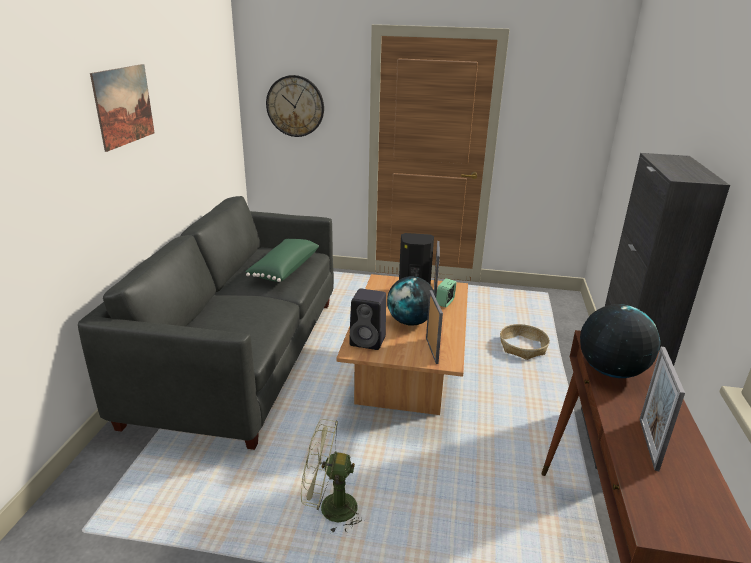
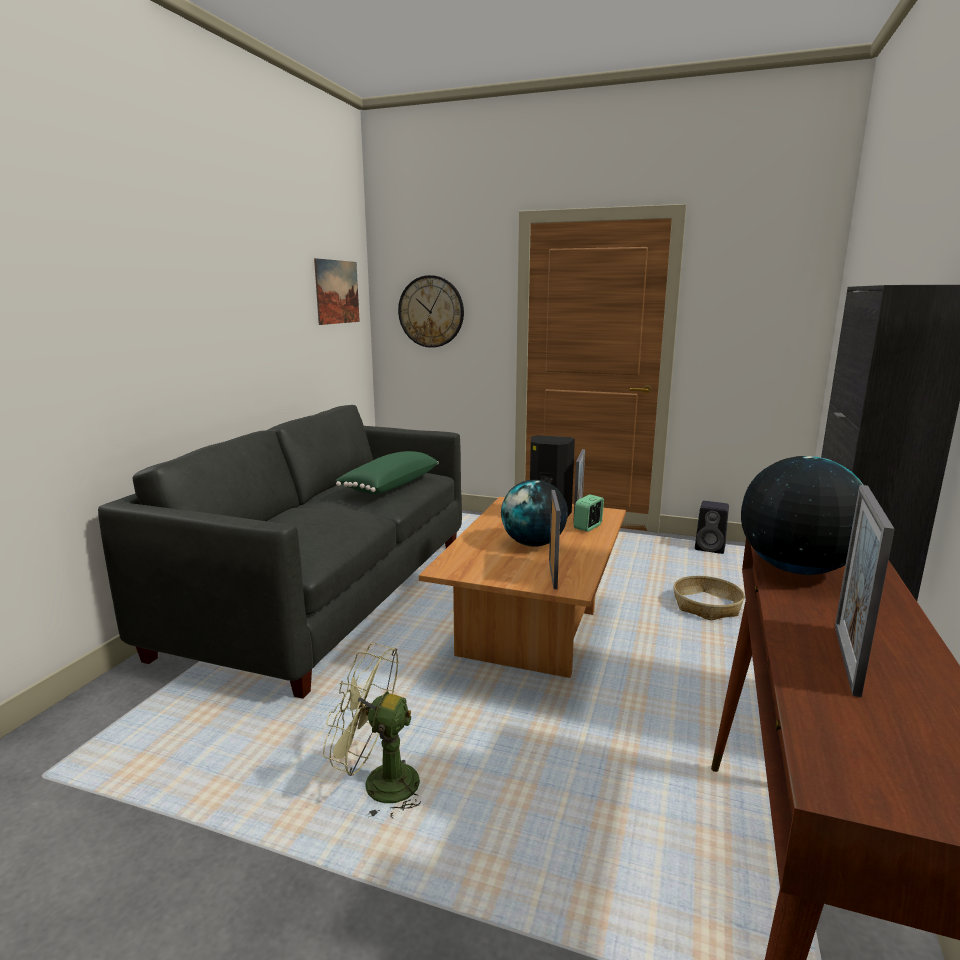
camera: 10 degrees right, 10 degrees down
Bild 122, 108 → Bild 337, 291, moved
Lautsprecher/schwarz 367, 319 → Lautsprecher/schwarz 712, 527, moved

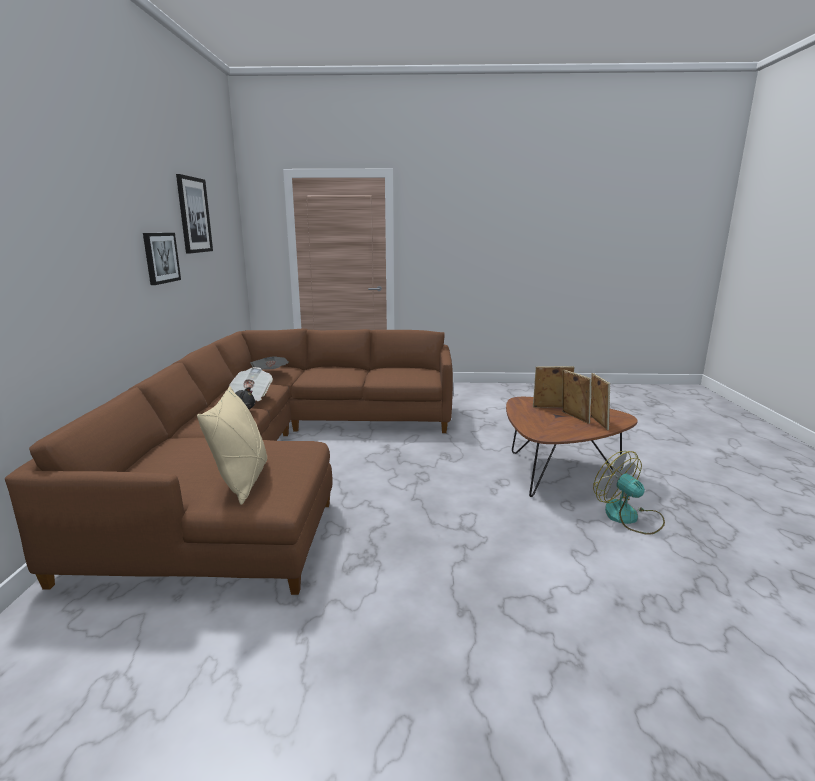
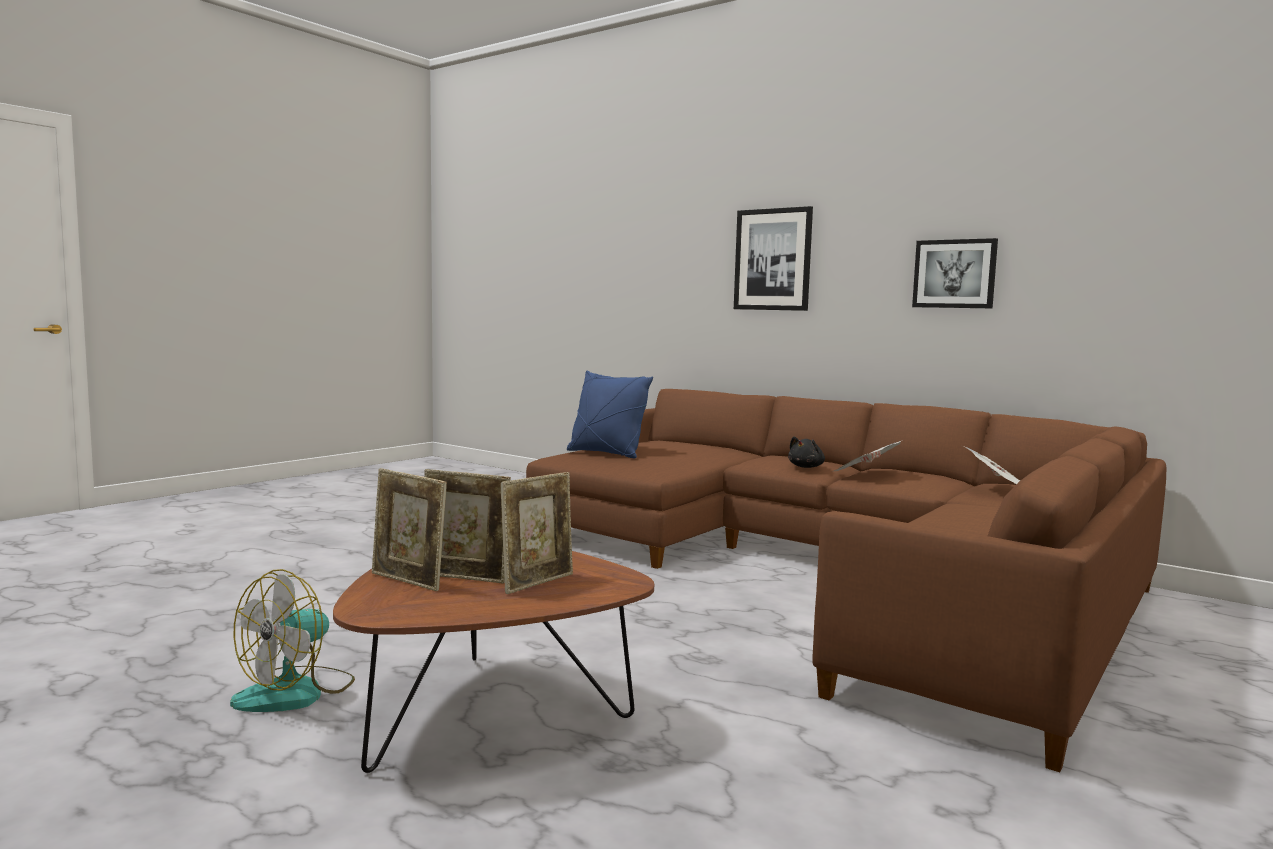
camera: 125 degrees right, 10 degrees down
Bild 194, 214 → Bild 773, 258, moved
Kissen/beige 232, 445 → Kissen/blau 610, 414
Ventilator 629, 493 → Ventilator 292, 640, 120 degrees clockwise

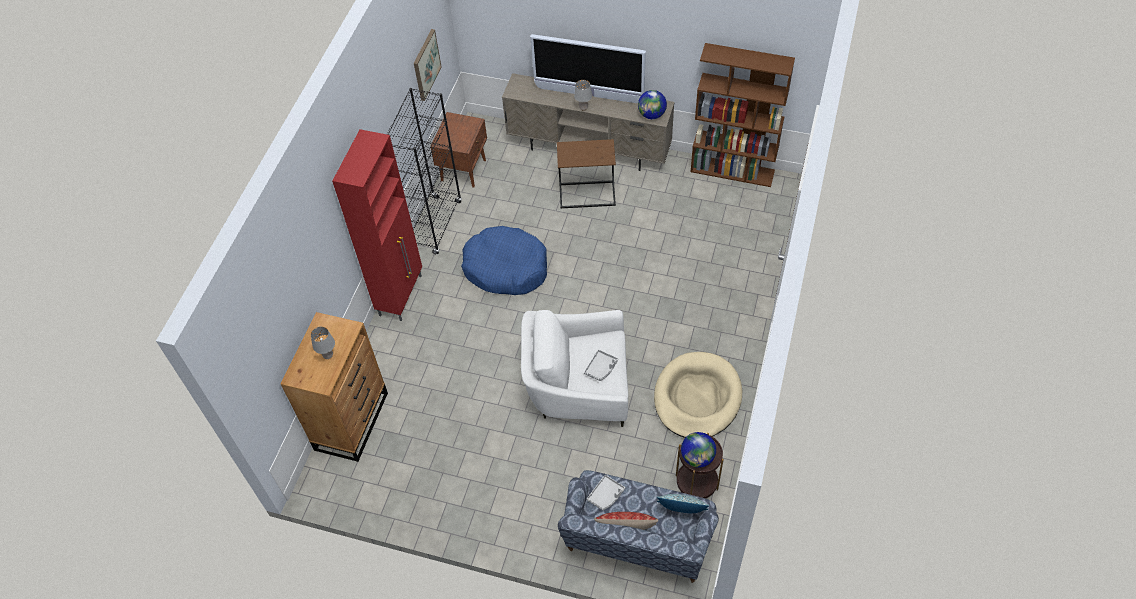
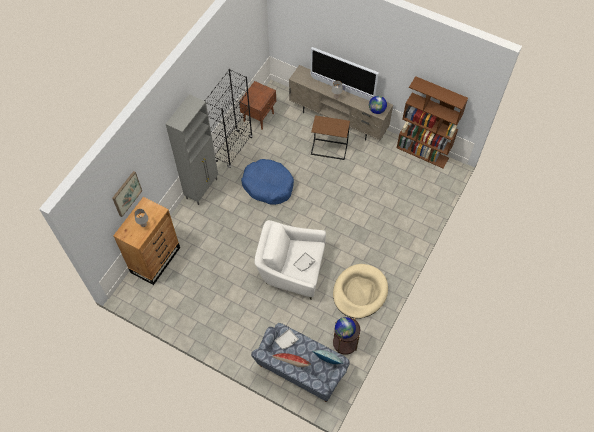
camera: 10 degrees right, 5 degrees up
Bild 428, 65 → Bild 127, 194, moved
Schrank/rot 377, 225 → Schrank/grau 192, 149

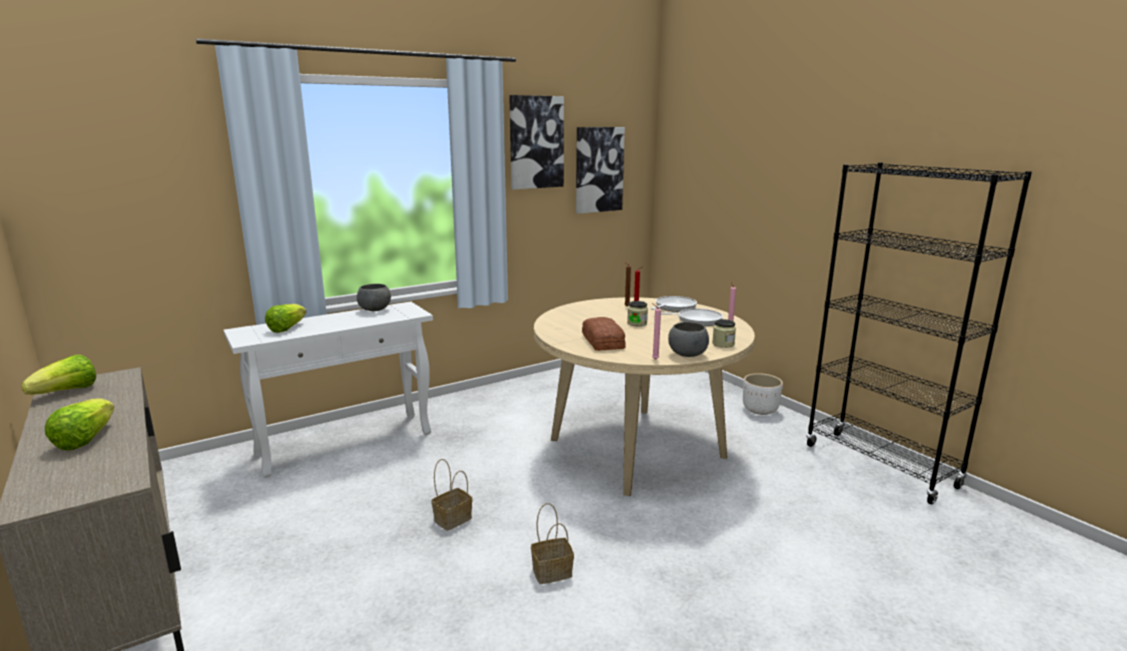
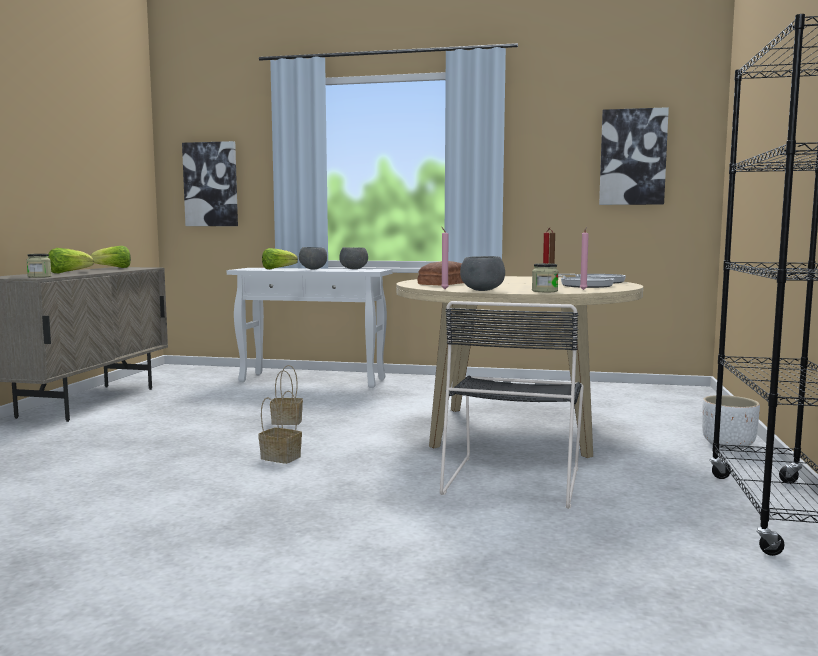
camera: 45 degrees right, 10 degrees down
- → Schüssel/grau 313, 258
- → Stuhl/schwarz 512, 405
Bild 536, 142 → Bild 210, 183, moved
Vorratsglas 637, 313 → Vorratsglas 39, 266, moved

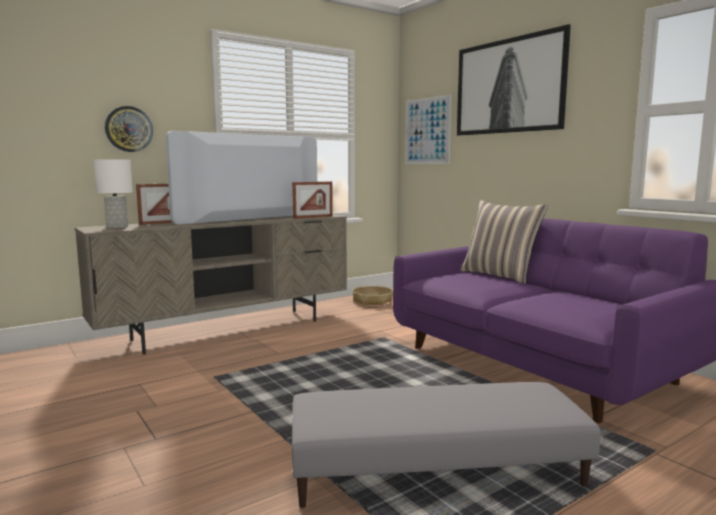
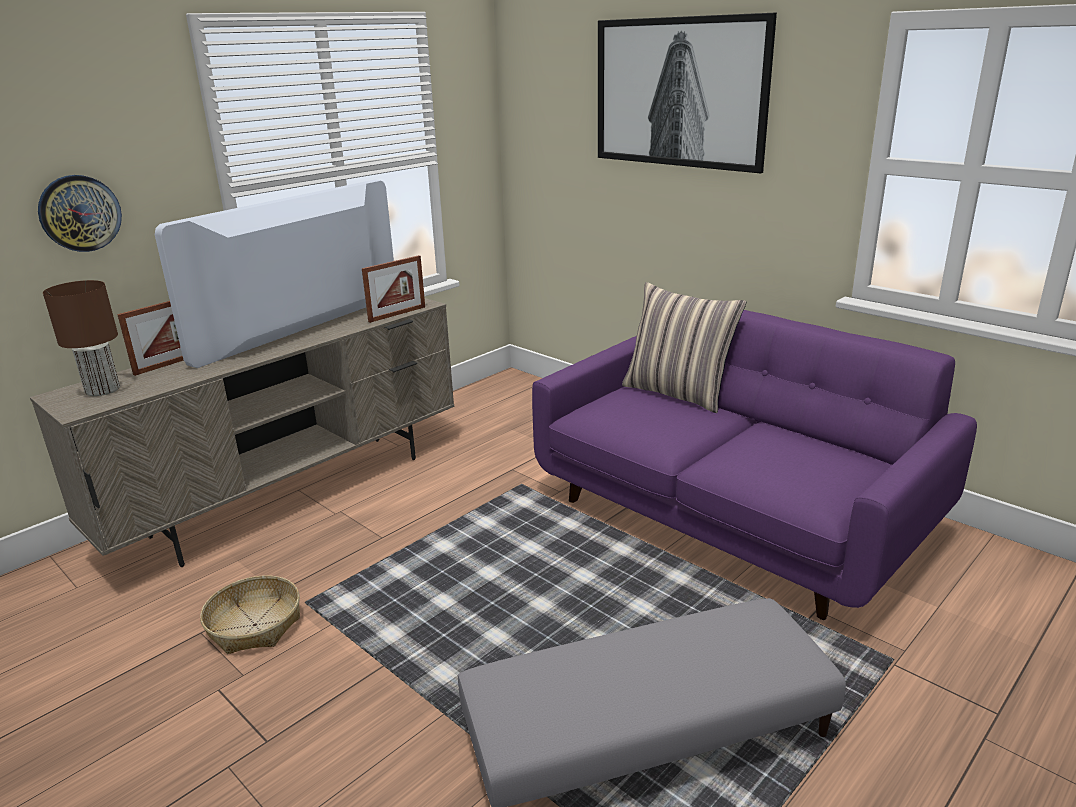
camera: 10 degrees left, 15 degrees up
Bild 428, 129 → -
Korb 372, 296 → Korb 250, 614, moved
Tischlampe/weiß 113, 193 → Tischlampe/braun 81, 338

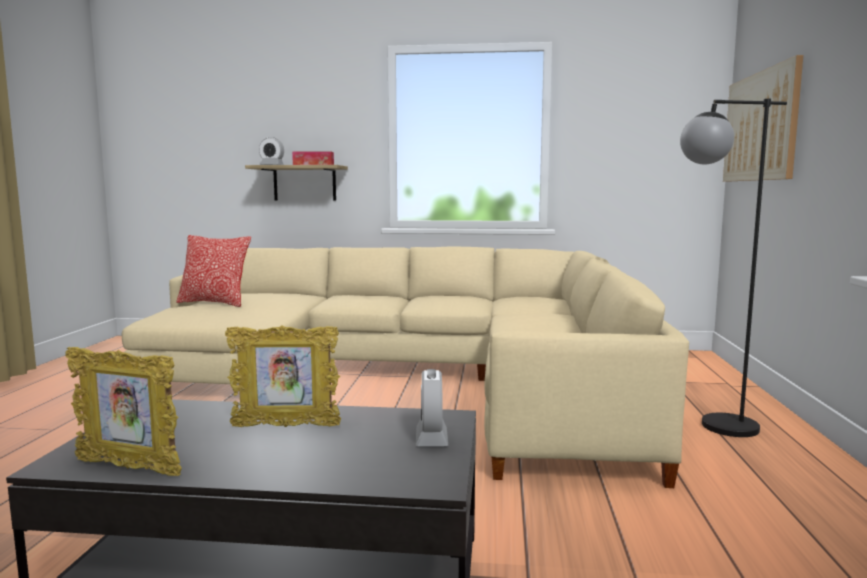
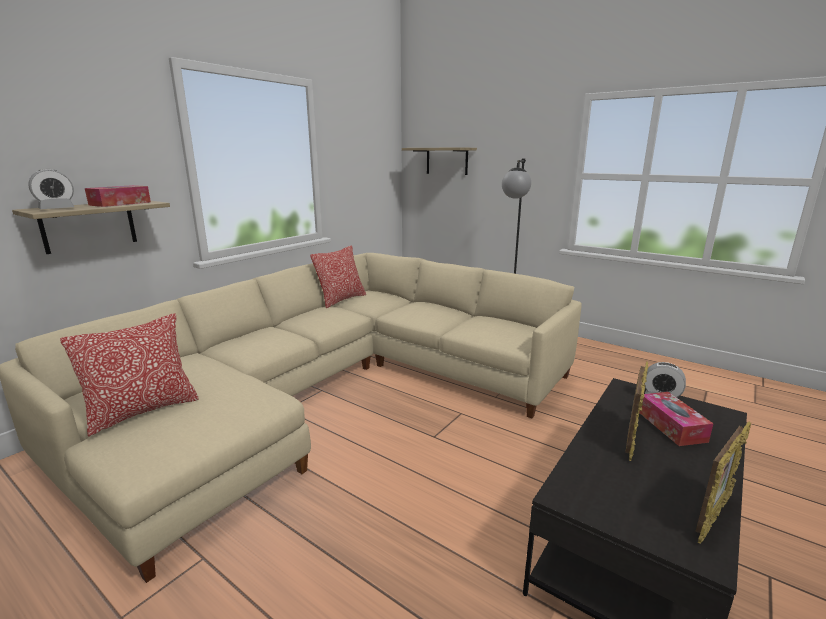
camera: 60 degrees left, 10 degrees up
- → Kissen 338, 276
- → Taschentuchbox 676, 419
Bild 763, 118 → Wandregal 439, 161

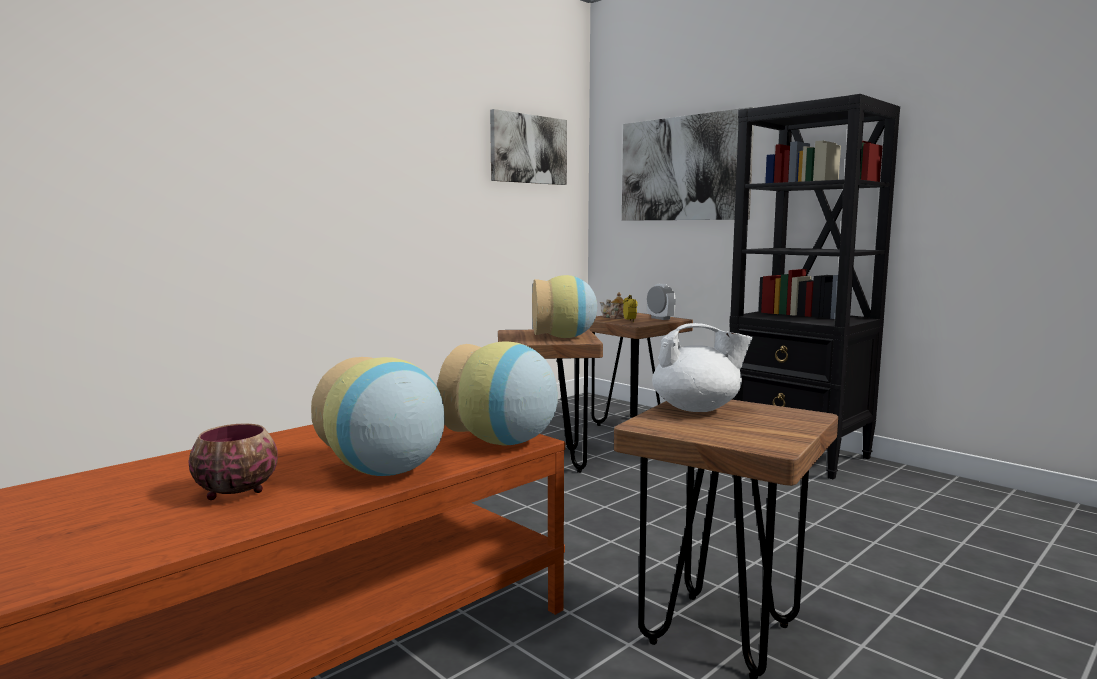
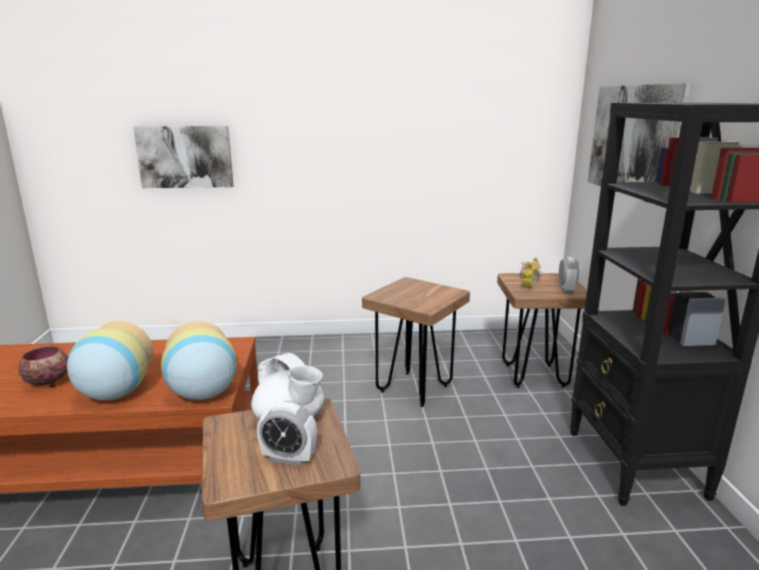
camera: 40 degrees right, 10 degrees up
Vase 564, 306 → -
- → Wecker 287, 433
Bild 528, 147 → Bild 183, 157, moved

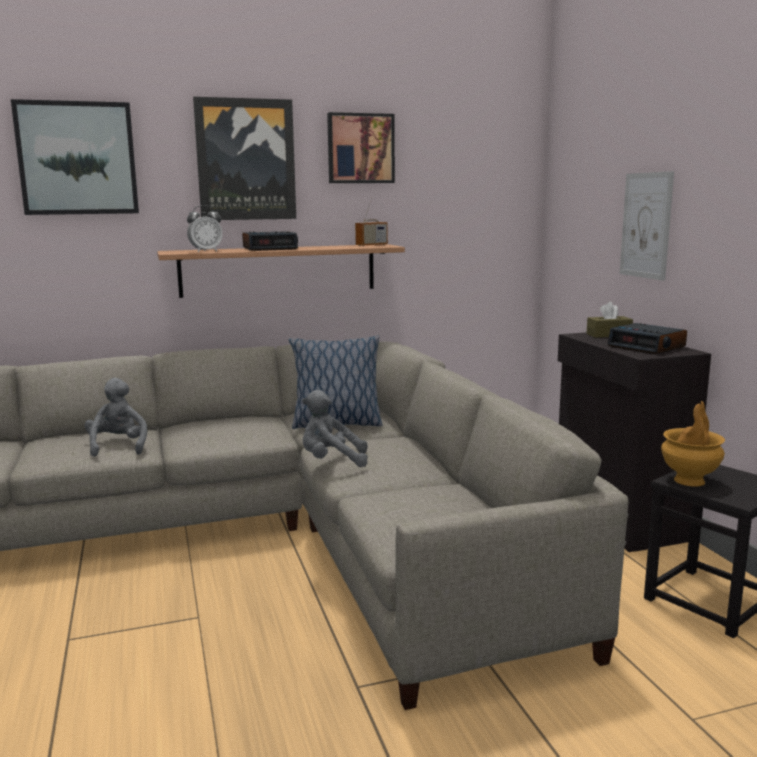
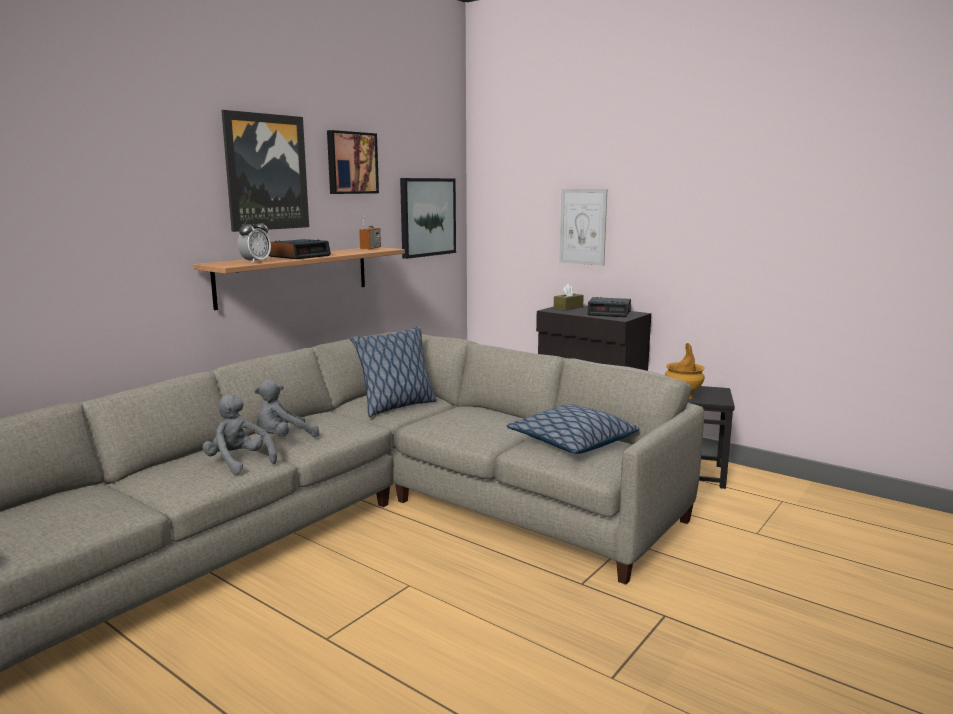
camera: 35 degrees left, 0 degrees up
- → Kissen 573, 429
Bild 75, 157 → Bild 428, 218, moved
Plüschtier/grau 335, 428 → Plüschtier/grau 286, 408, moved

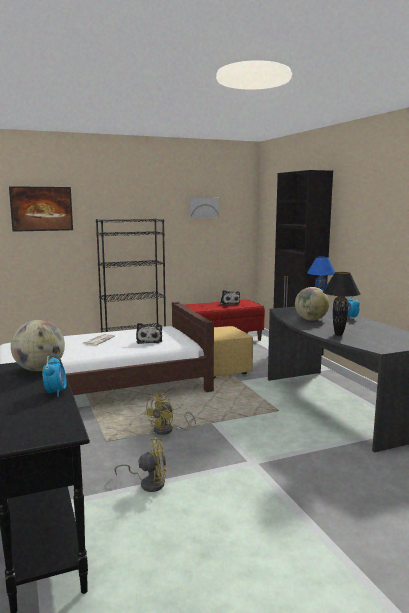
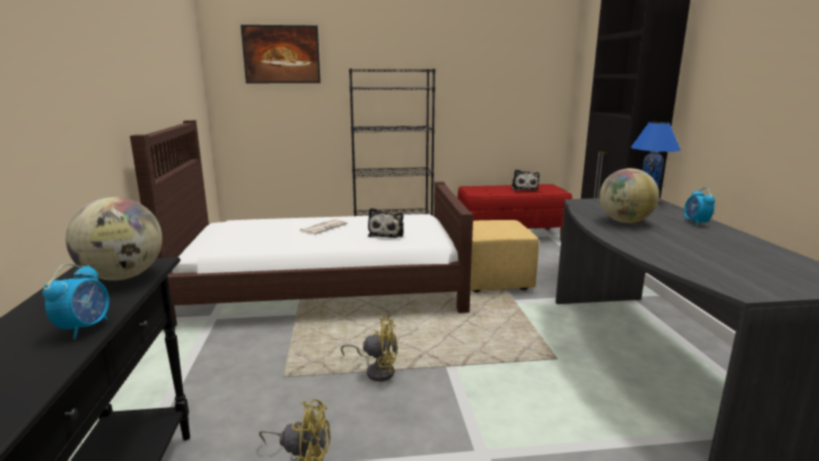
camera: 15 degrees right, 5 degrees up
Bild 204, 208 → -
Tischlampe/schwarz 342, 304 → -
Ventilator/gelb 170, 414 → Ventilator/gelb 369, 349, 135 degrees counterclockwise

